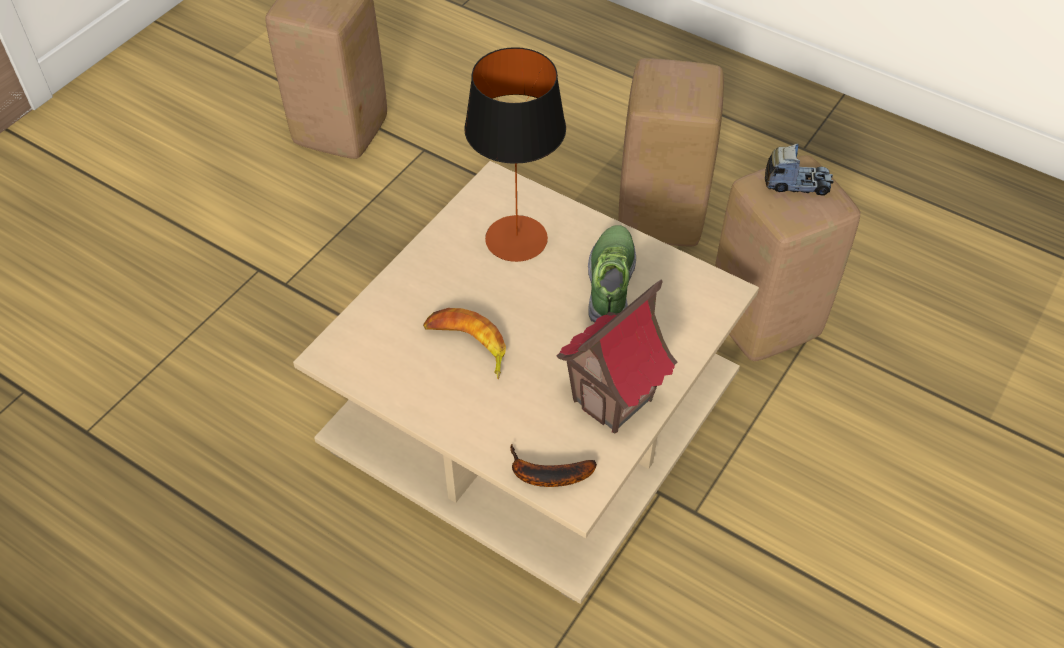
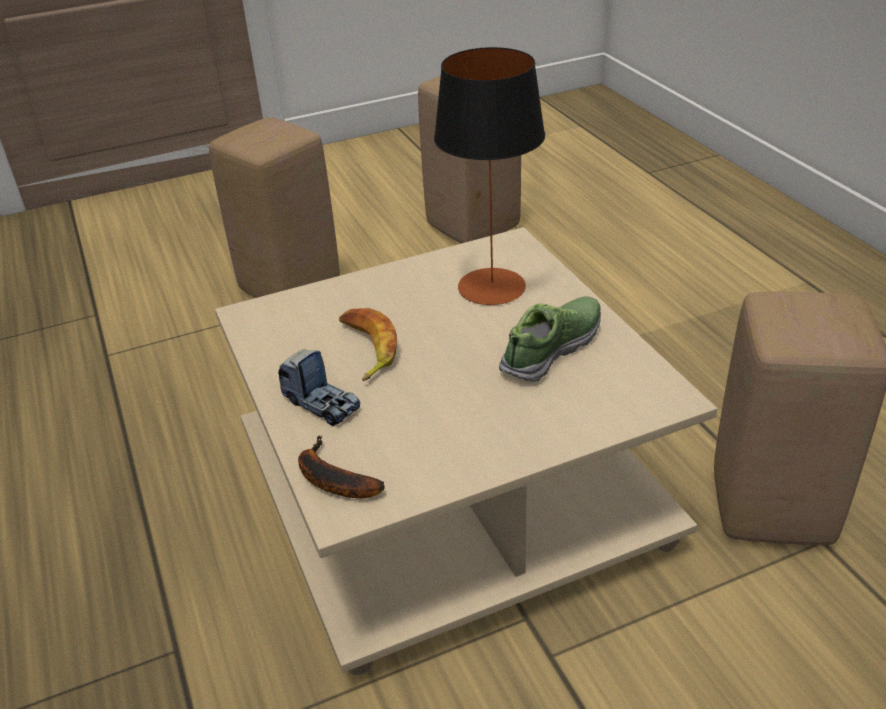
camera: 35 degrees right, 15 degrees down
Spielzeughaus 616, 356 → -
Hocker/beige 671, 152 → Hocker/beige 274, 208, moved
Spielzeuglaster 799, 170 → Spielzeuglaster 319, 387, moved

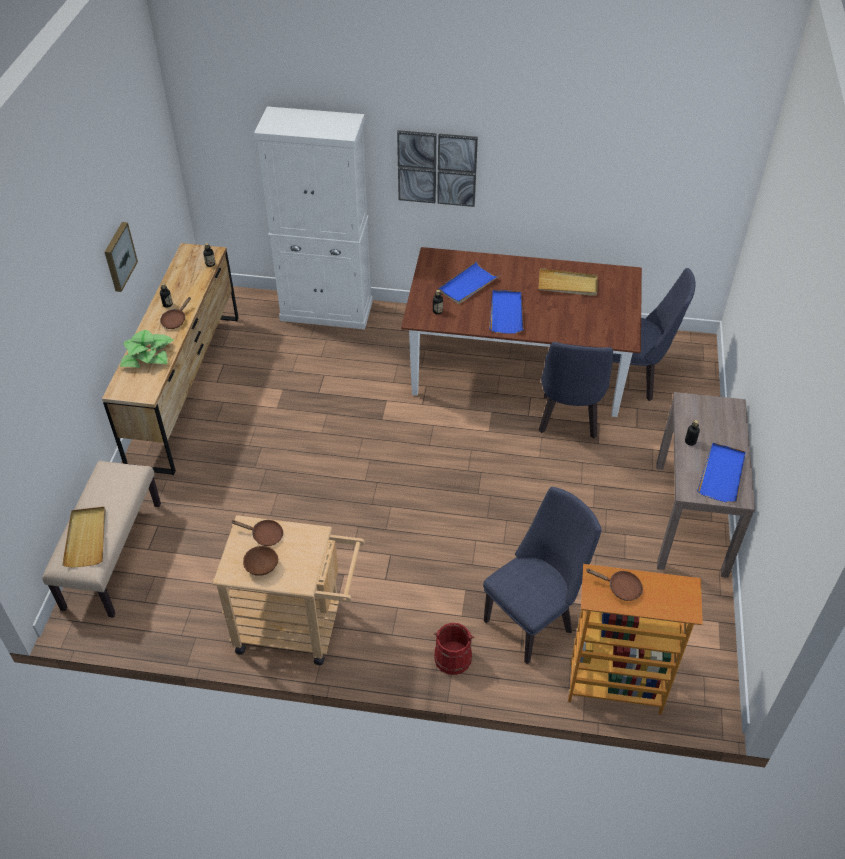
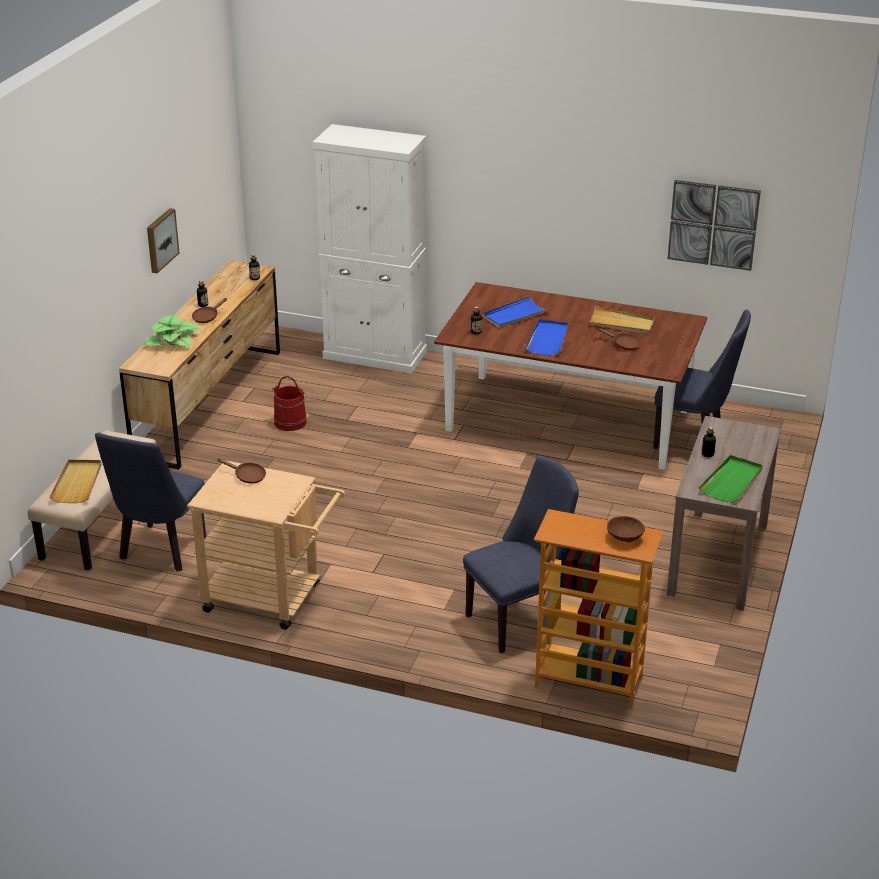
camera: 10 degrees right, 15 degrees down
Schüssel/braun 260, 561 → Schüssel/braun 626, 529, moved
Bild 437, 168 → Bild 714, 225, moved
Eimer/rot 454, 649 → Eimer/rot 289, 403, moved
Stuhl/blau 576, 390 → Stuhl/blau 150, 502, moved
Pfanne/braun 614, 584 → Pfanne/braun 619, 339, moved
Tablett/blau 721, 473 → Tablett/grün 731, 479

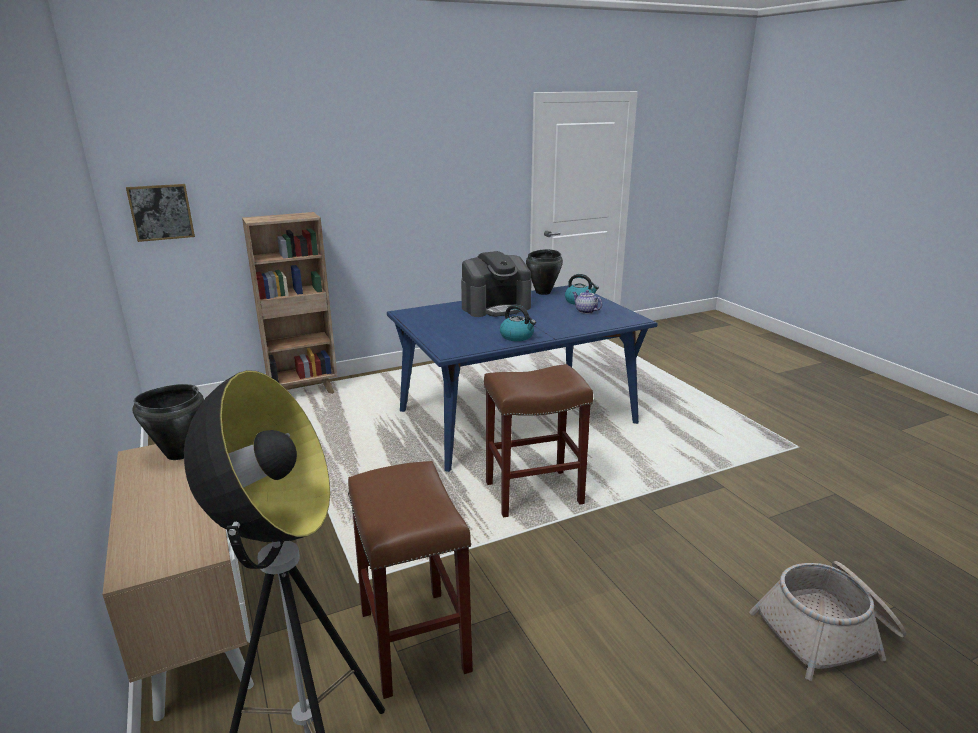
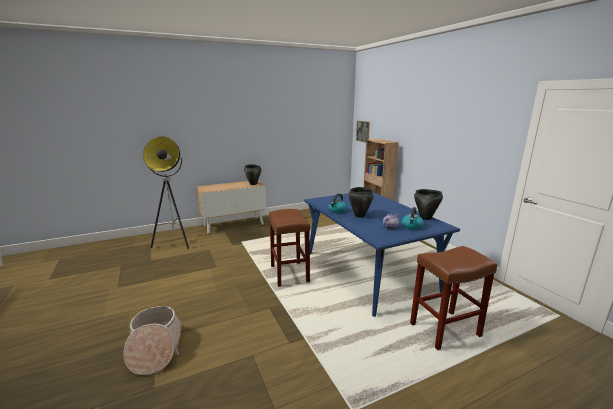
camera: 90 degrees right, 5 degrees down
Kaffeemaschine 496, 284 → -
- → Kochtopf/schwarz 361, 202
Hocker/braun 410, 580 → Hocker/braun 453, 298, moved

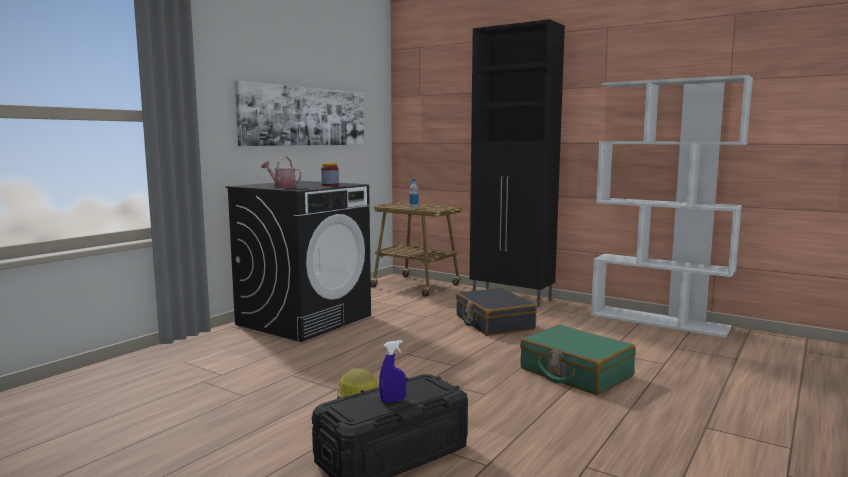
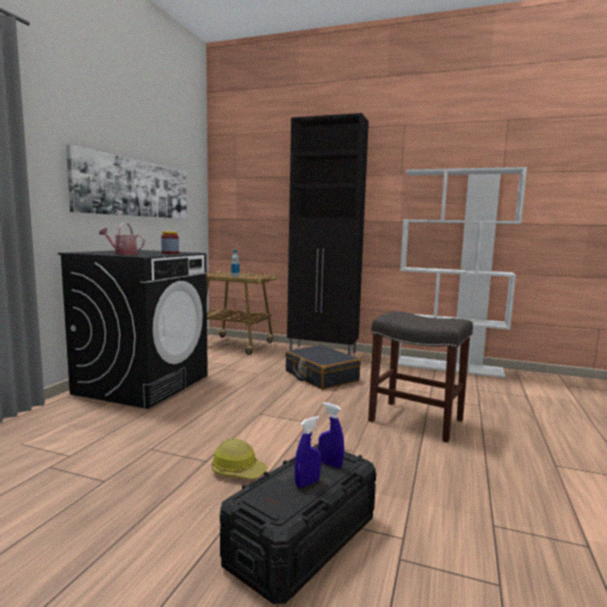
camera: 15 degrees left, 0 degrees up
- → Sprühflasche/blau 331, 435
Koffer/grün 578, 360 → Hocker/grau 420, 376

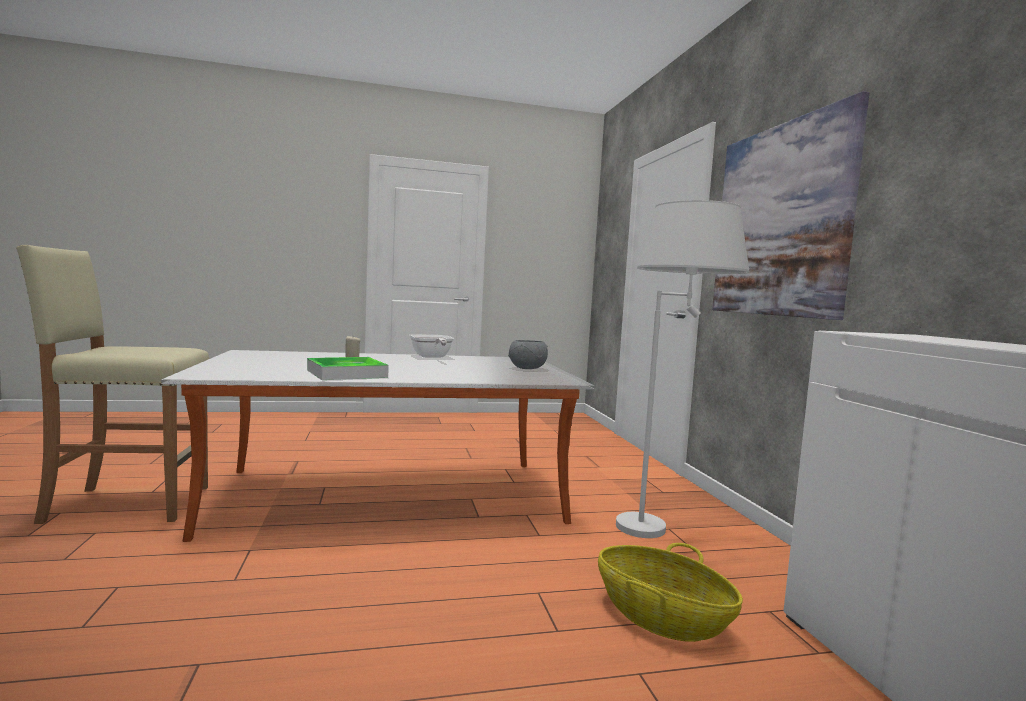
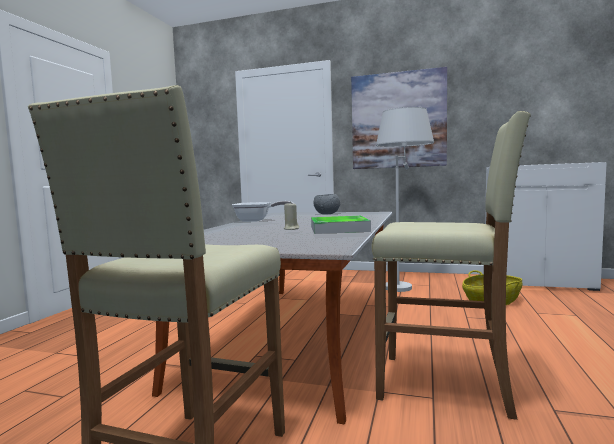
camera: 60 degrees left, 0 degrees up
- → Hocker/beige 451, 265

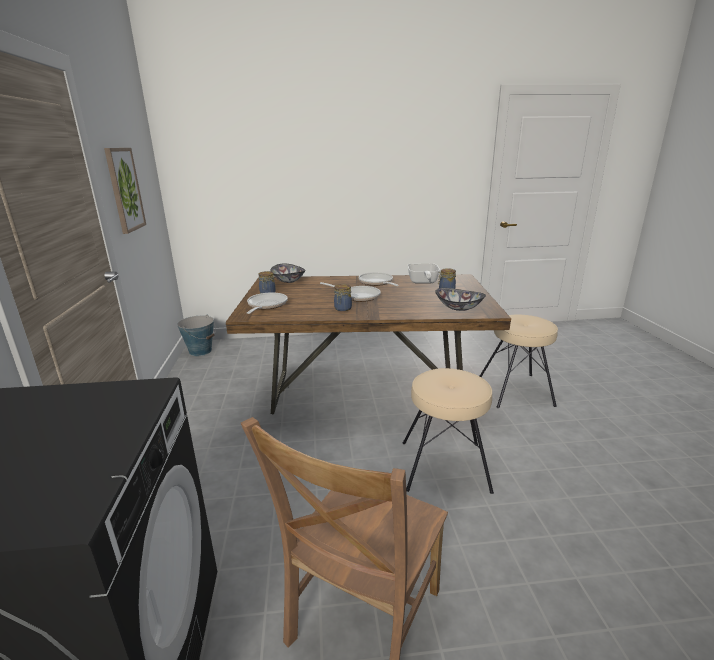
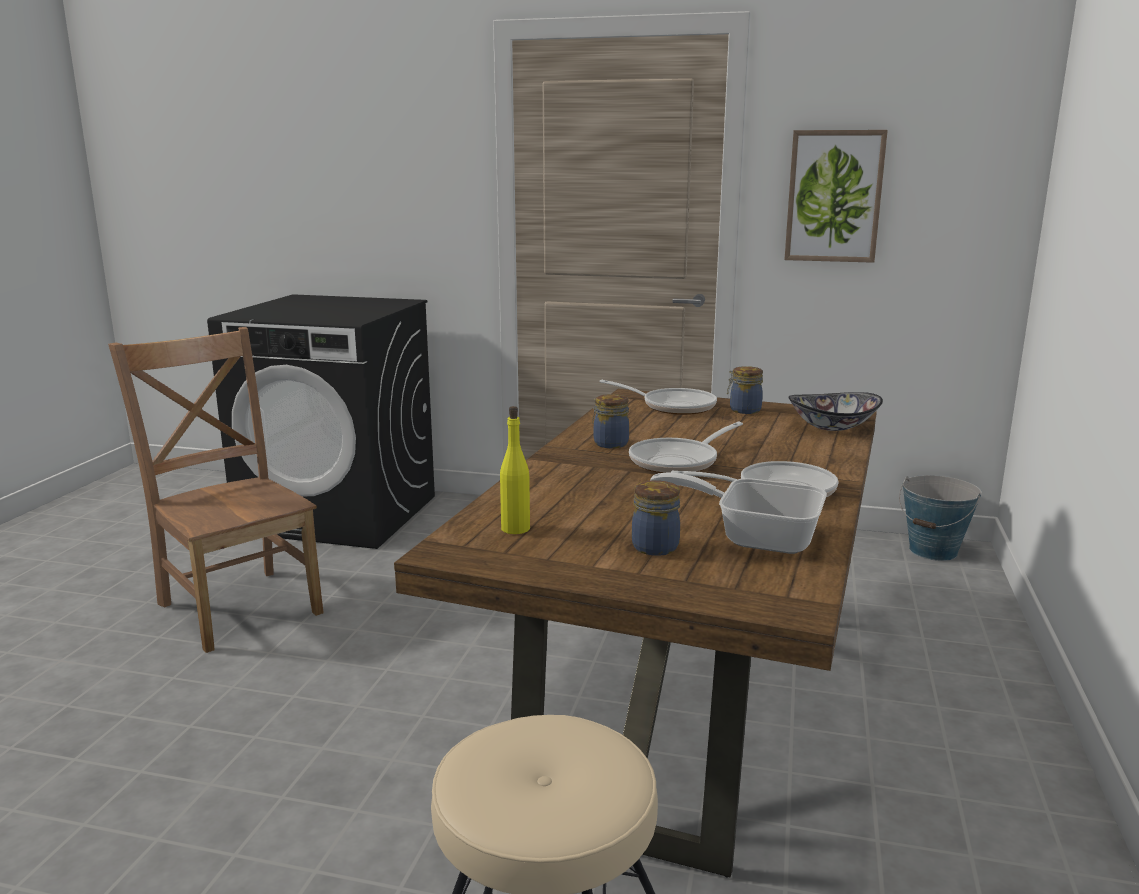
camera: 110 degrees right, 5 degrees down
Hocker/beige 448, 431 → -
Schüssel 460, 299 → Flasche/gelb 515, 470

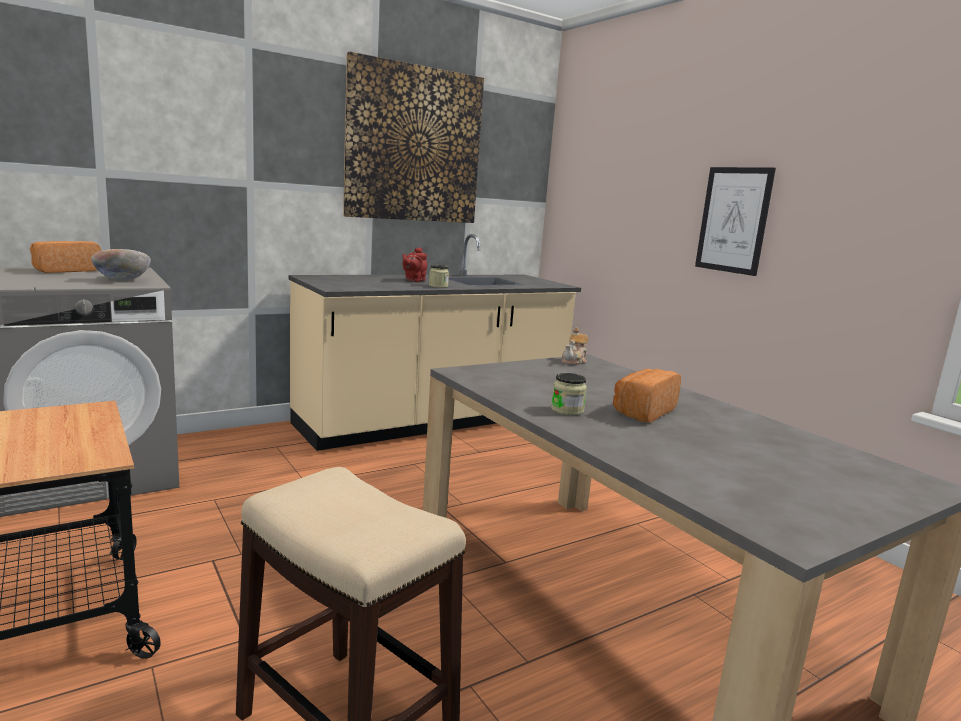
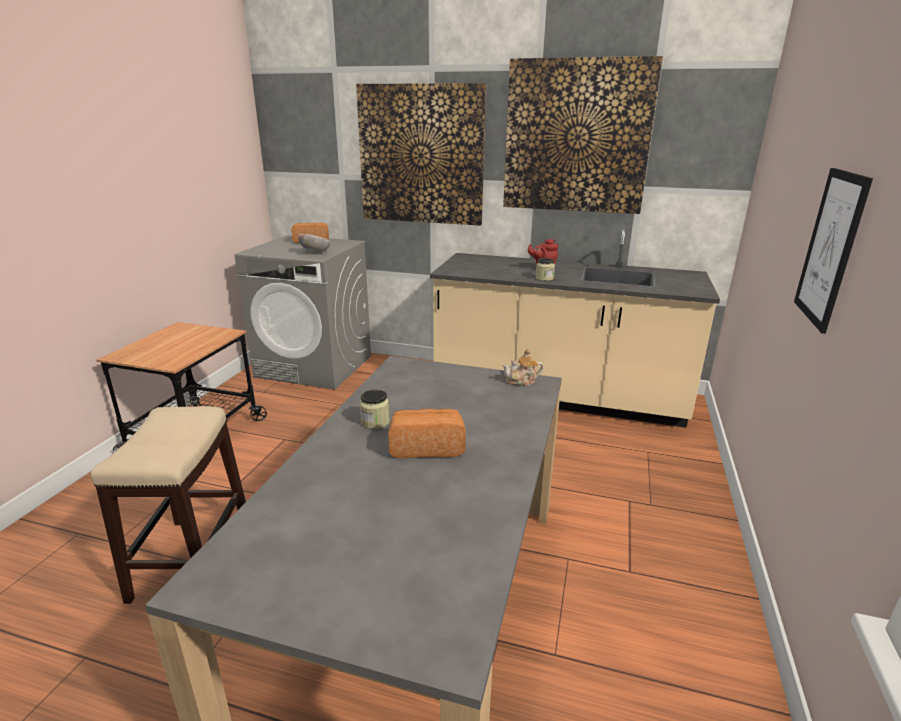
camera: 50 degrees right, 10 degrees up
- → Bild 421, 154

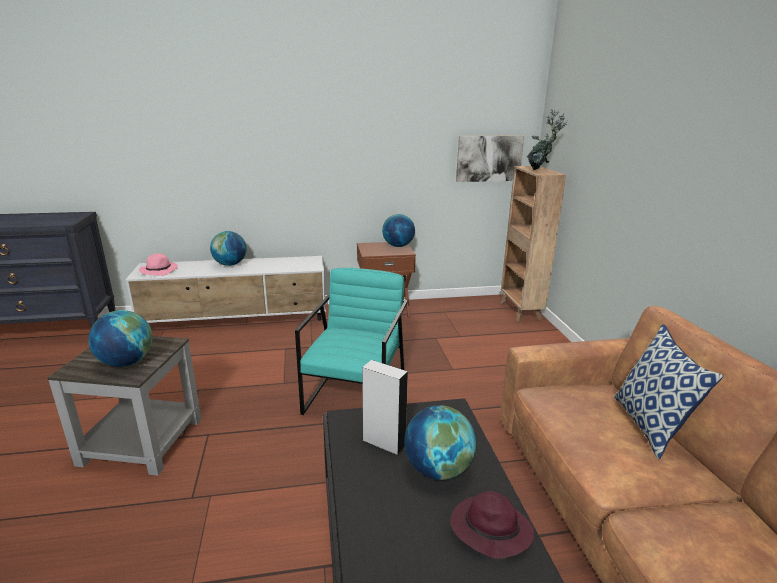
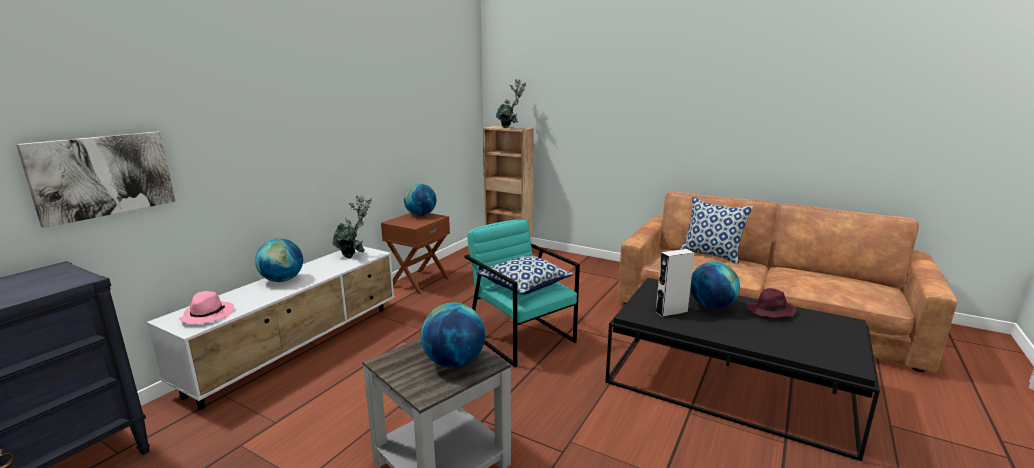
camera: 50 degrees left, 5 degrees down
- → Topfpflanze 352, 227
- → Kissen 524, 275
Bild 490, 159 → Bild 96, 179, moved

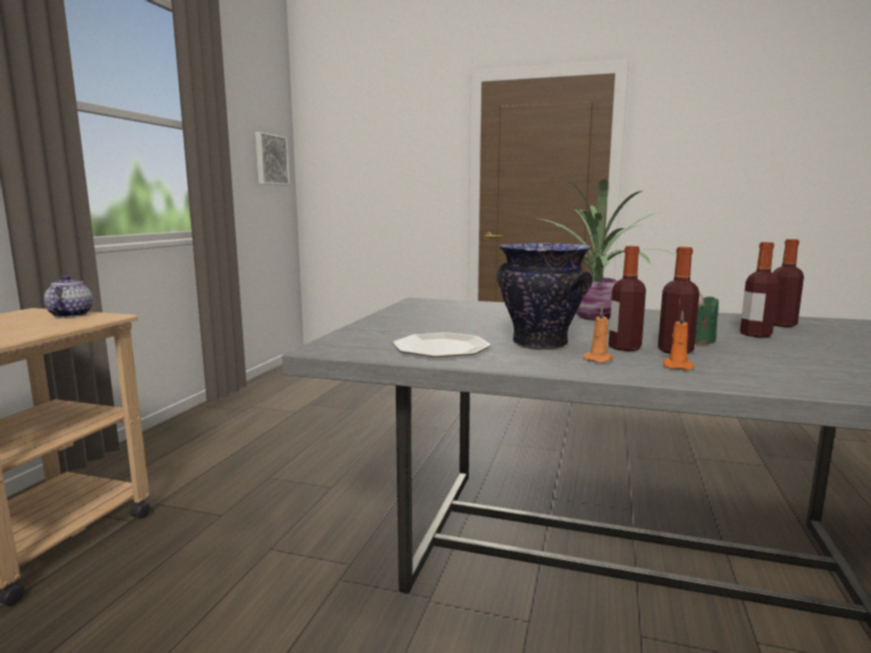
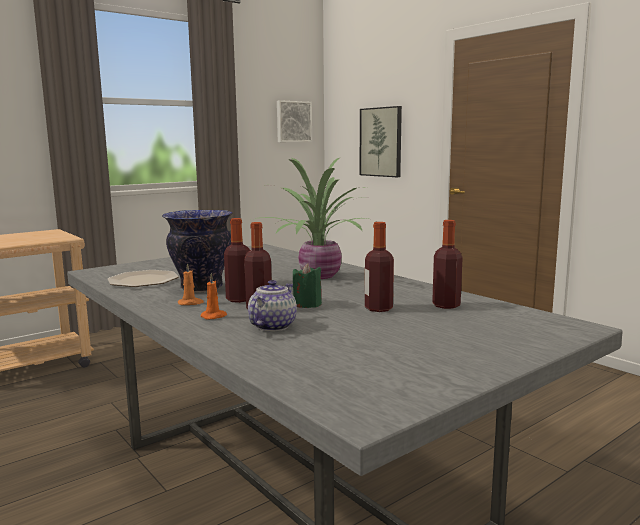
camera: 35 degrees right, 0 degrees up
- → Bild 381, 141
Teekanne 68, 296 → Teekanne 272, 305, moved

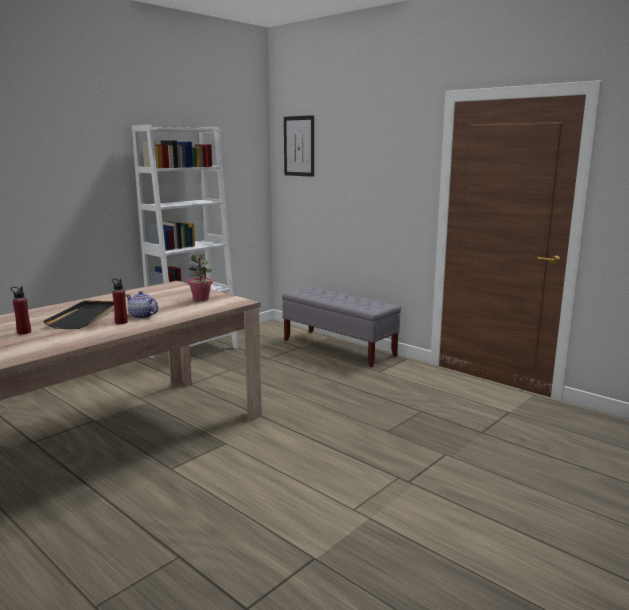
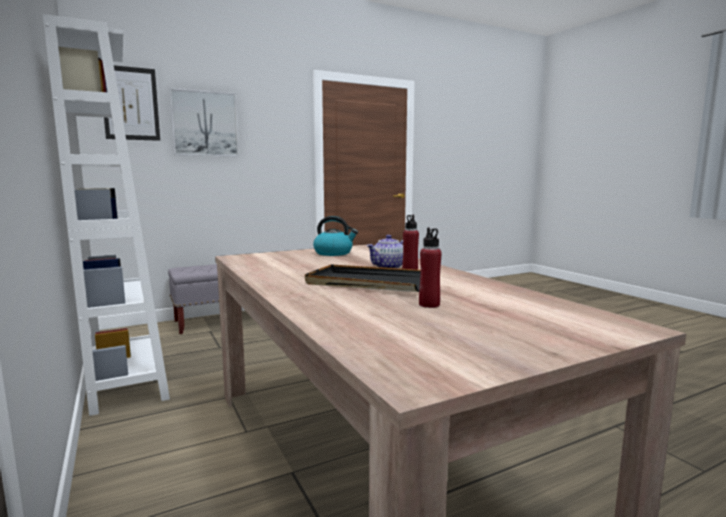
camera: 70 degrees left, 5 degrees down
- → Bild 204, 122
Topfpflanze 200, 277 → Wasserkessel 335, 236

